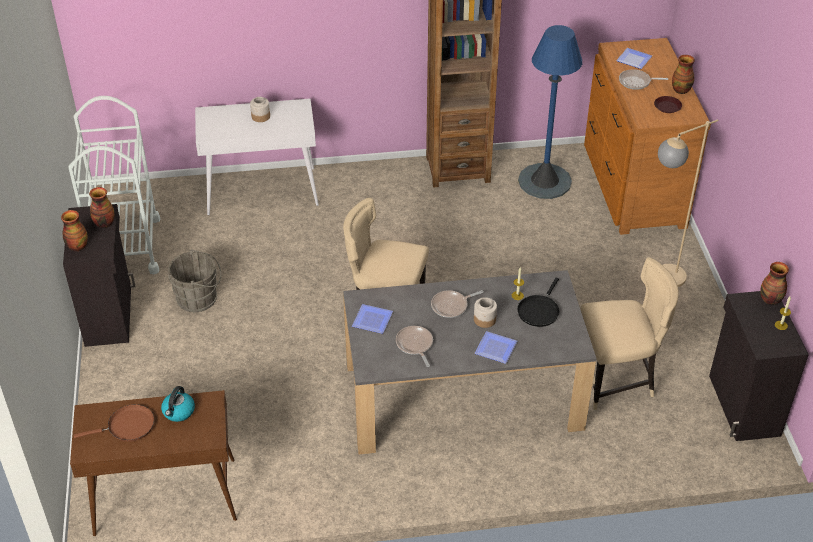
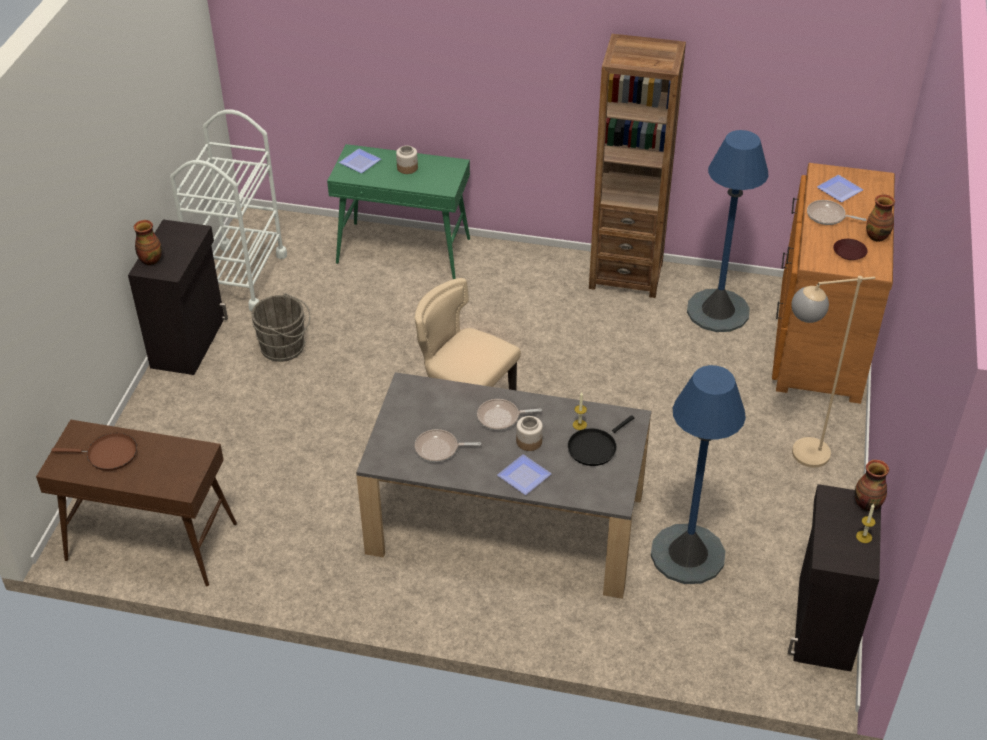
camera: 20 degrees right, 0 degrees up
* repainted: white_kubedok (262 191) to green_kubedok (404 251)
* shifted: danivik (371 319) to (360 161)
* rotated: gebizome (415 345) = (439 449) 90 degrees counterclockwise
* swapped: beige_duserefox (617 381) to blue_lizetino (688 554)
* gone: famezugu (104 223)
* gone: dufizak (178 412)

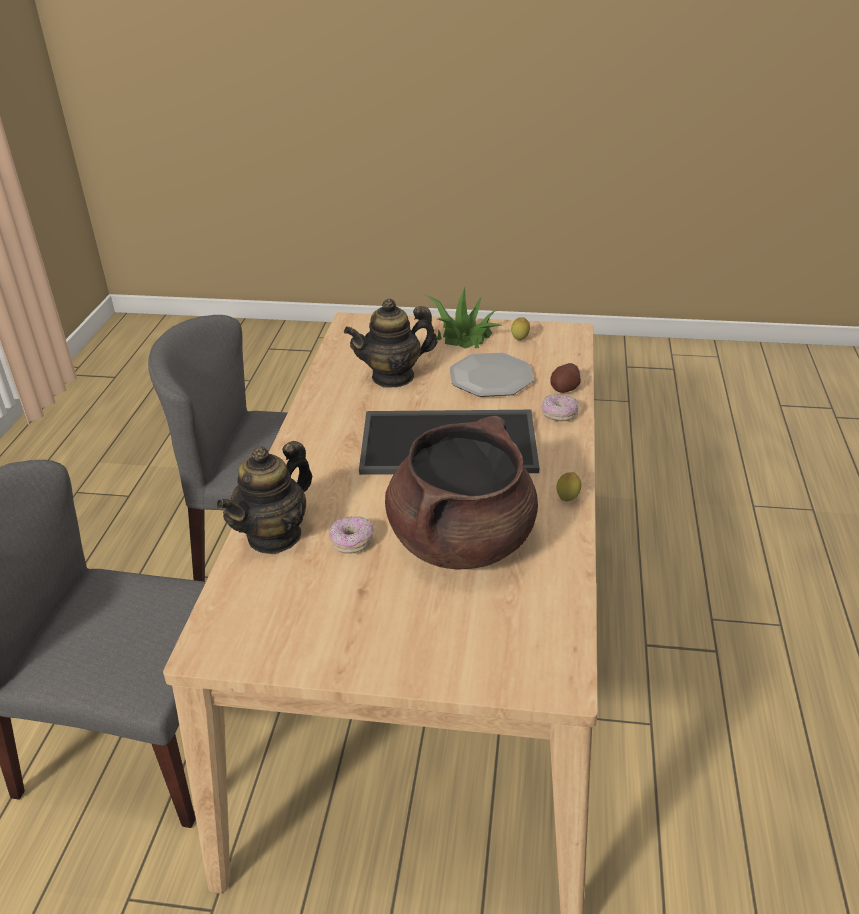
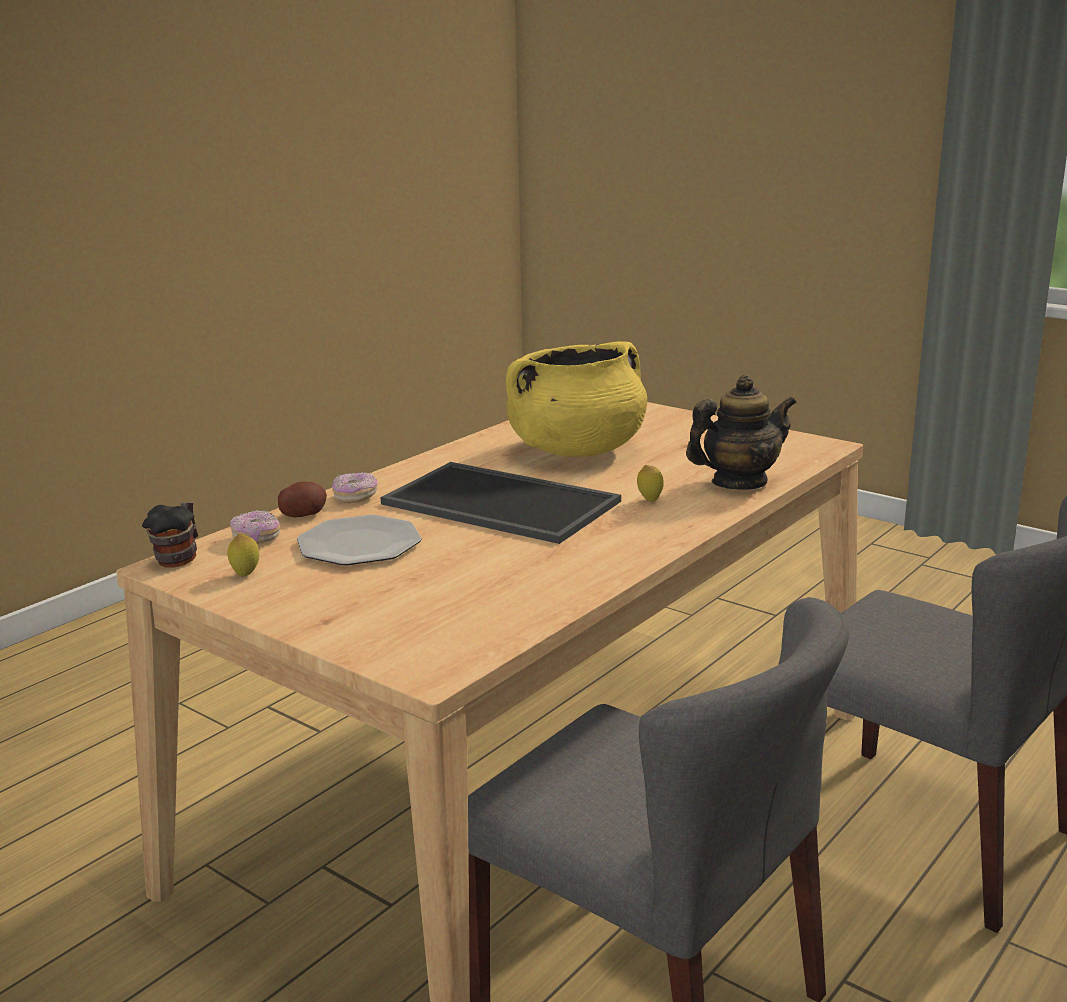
camera: 150 degrees left, 15 degrees down
* new: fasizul (179 557)
* shifted: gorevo (352 542) to (256 538)
* repainted: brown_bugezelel (461 540) to yellow_bugezelel (576 450)
* shifted: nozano (567 500) to (649 500)
* gone: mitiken (393 376)
* gone: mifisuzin (463 335)

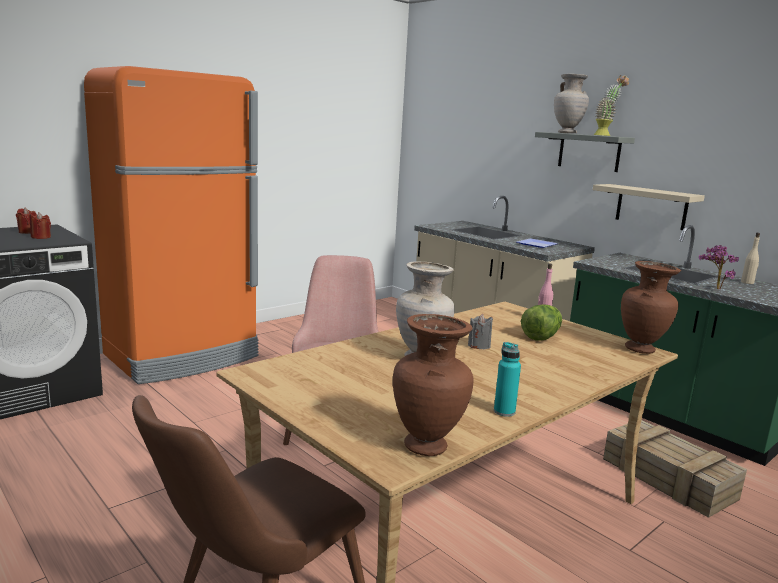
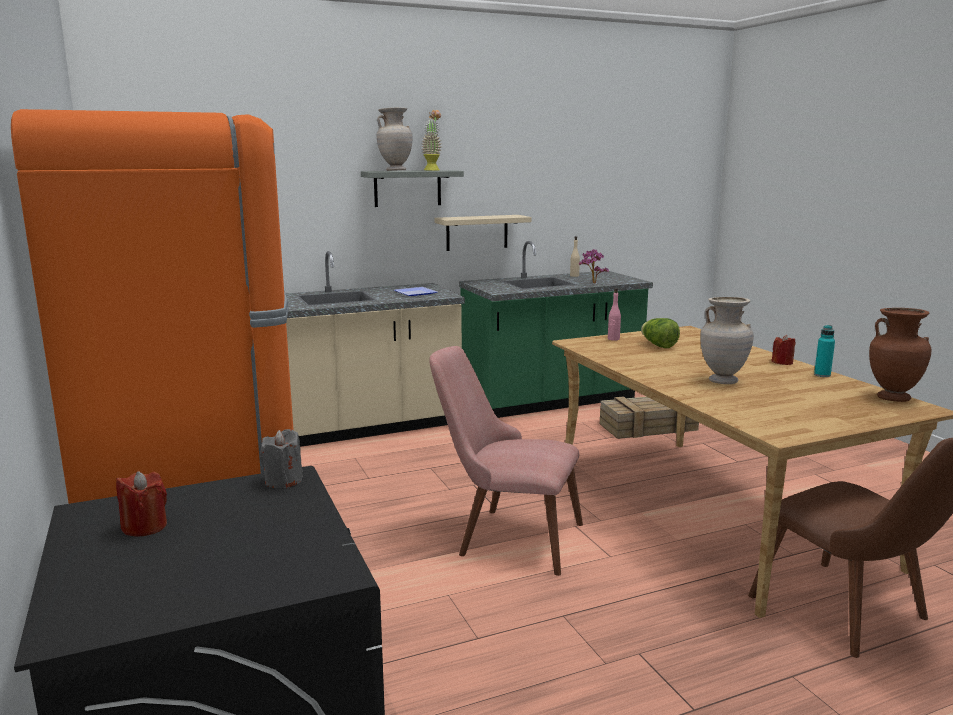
camera: 70 degrees left, 0 degrees up
* shifted: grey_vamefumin (479 346) to (283 481)
* shifted: red_vamefumin (41 237) to (782 362)
* gone: brown_famezugu (641 349)

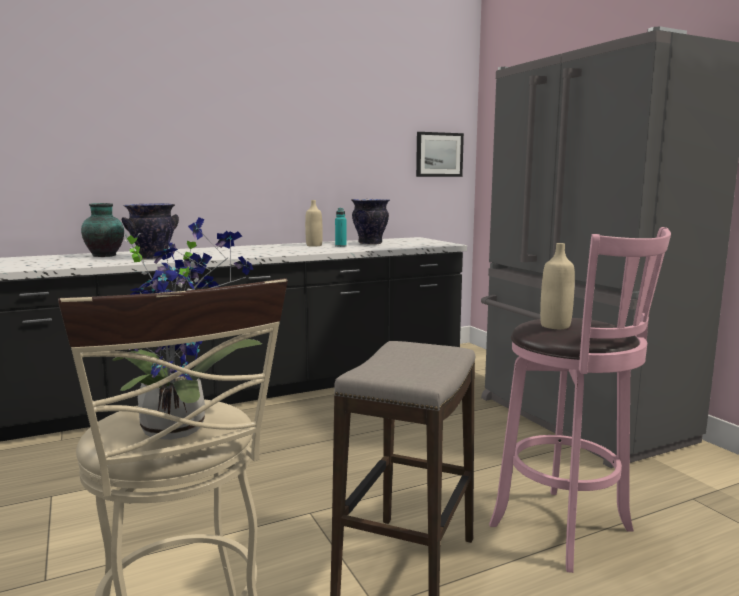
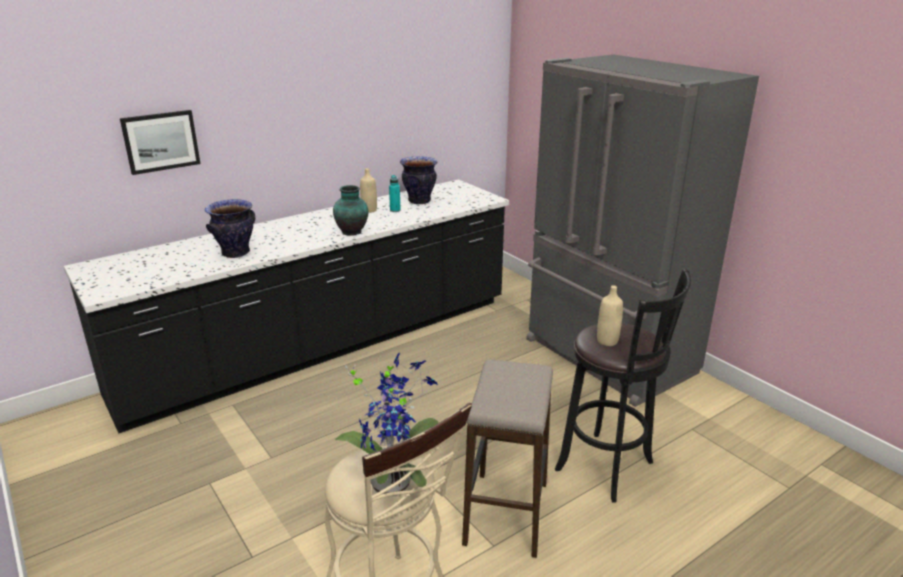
camera: 10 degrees left, 15 degrees up
* shifted: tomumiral (439 154) to (161 141)
* shifted: famezugu (106 255) to (352 232)
* repainted: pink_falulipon (567 531) to black_falulipon (609 468)

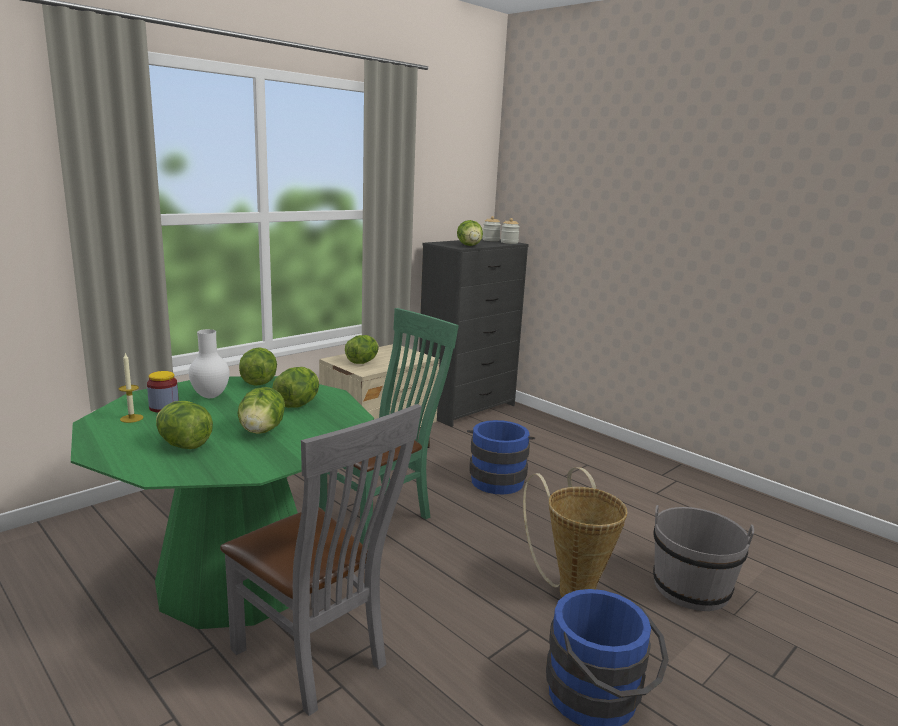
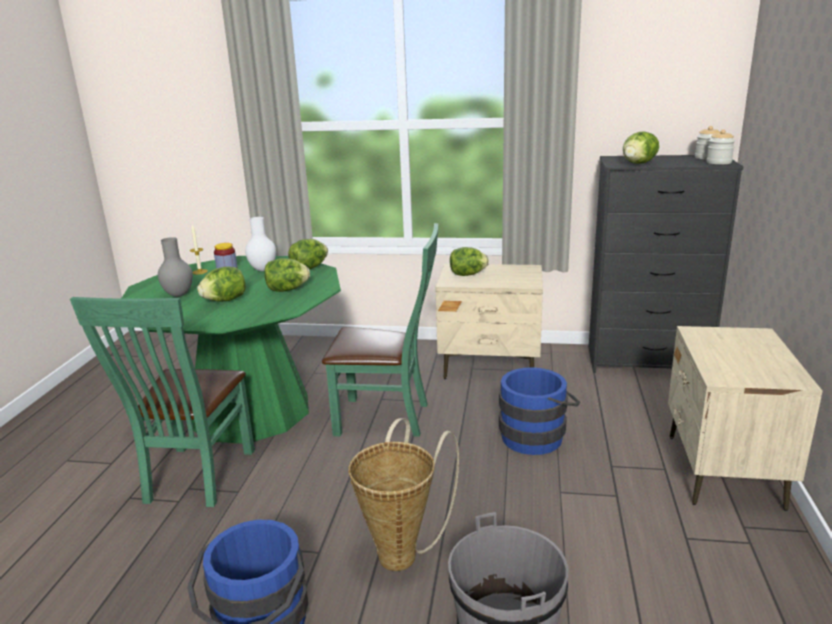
camera: 55 degrees right, 5 degrees up
* repainted: grey_duserefox (316 660) to green_duserefox (195 479)
* swapped: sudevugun (184 445) to grey_famezugu (178 295)
* new: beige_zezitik (722 471)

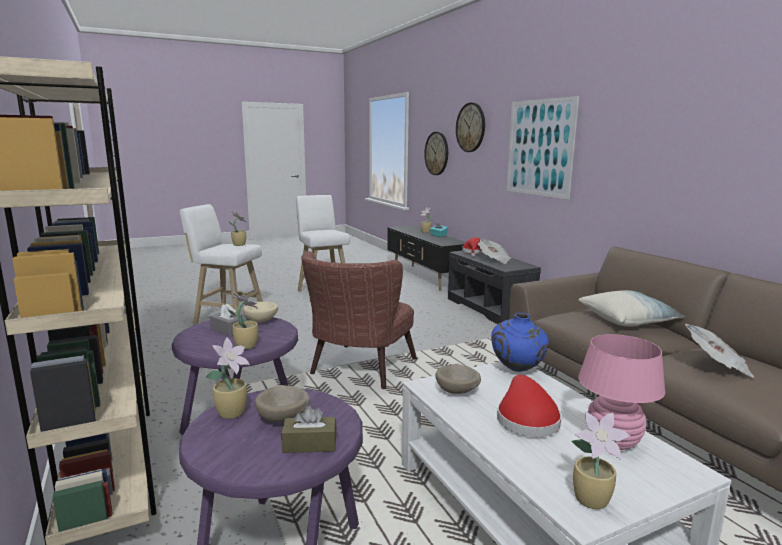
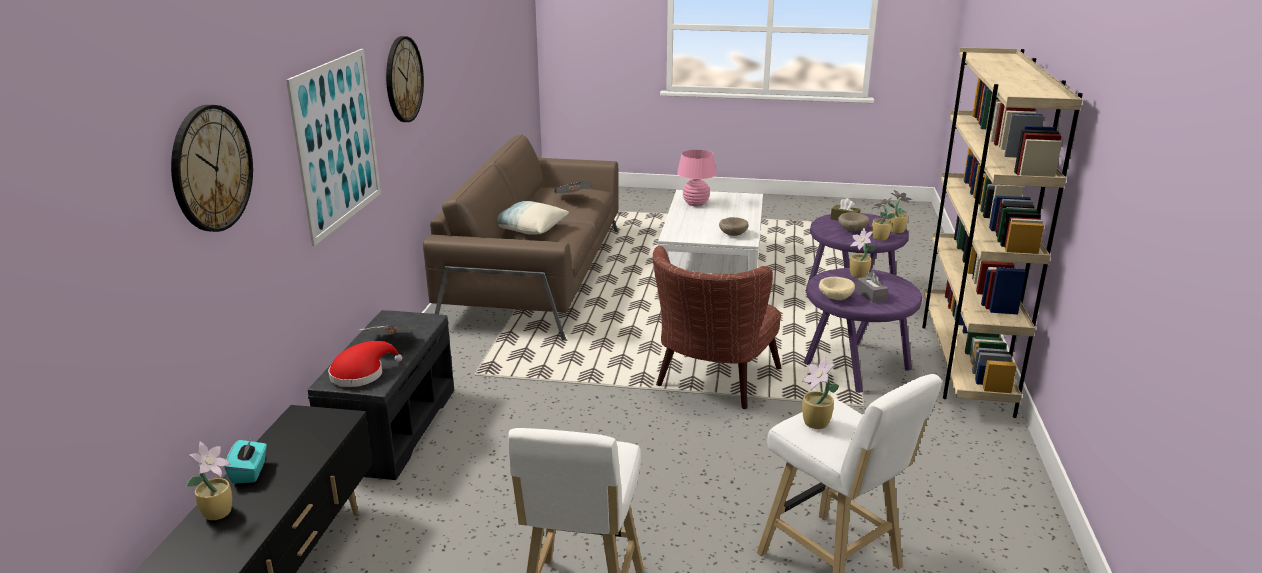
camera: 145 degrees left, 10 degrees up
* shifted: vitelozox (437 153) to (403 79)
* rotated: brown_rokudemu (357 371) = (711 383) 150 degrees clockwise
* shifted: mifisuzin (593 500) to (896 230)
* gone: blue_famezugu (517 370)
* gone: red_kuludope (526 419)

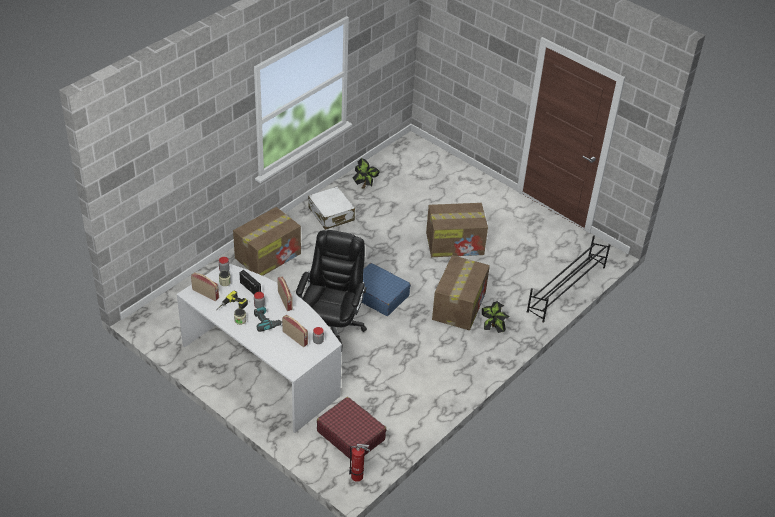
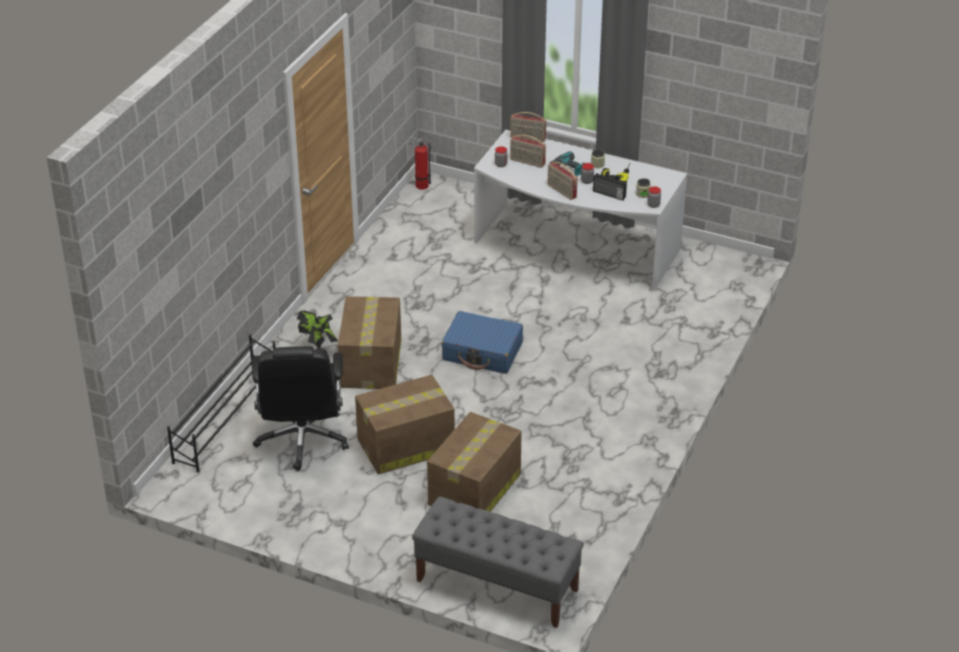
camera: 165 degrees right, 5 degrees down
* shifted: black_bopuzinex (332 327) to (302 439)
* new: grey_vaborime (496 585)
* shifted: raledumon (268 255) to (474 490)
* shifted: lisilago (206 293) to (527 139)
* gone: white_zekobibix (331 214)
* gone: red_zekobibix (351 435)
* gone: mifisuzin (365 185)

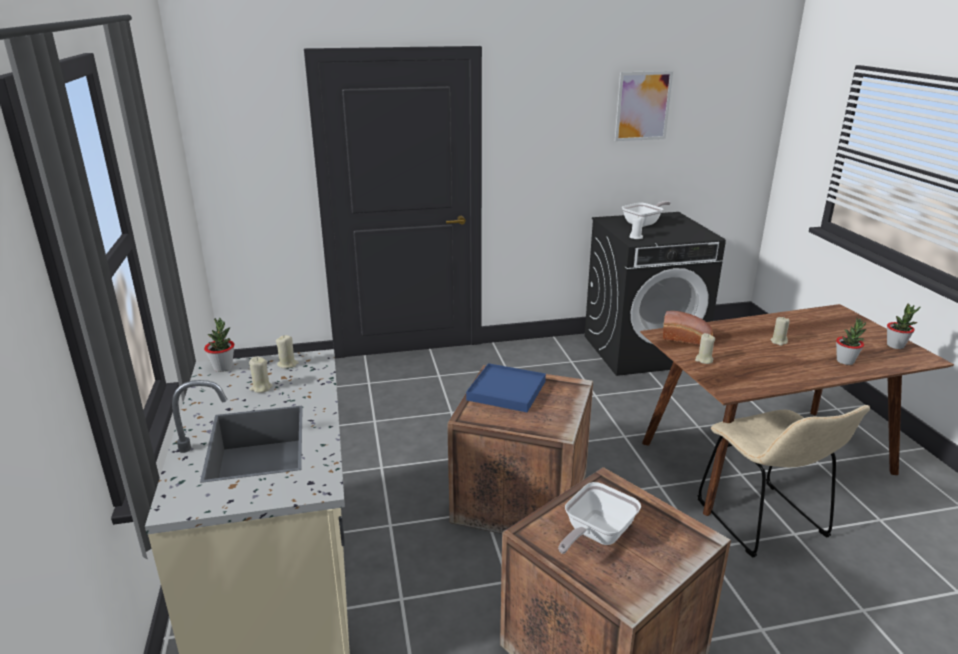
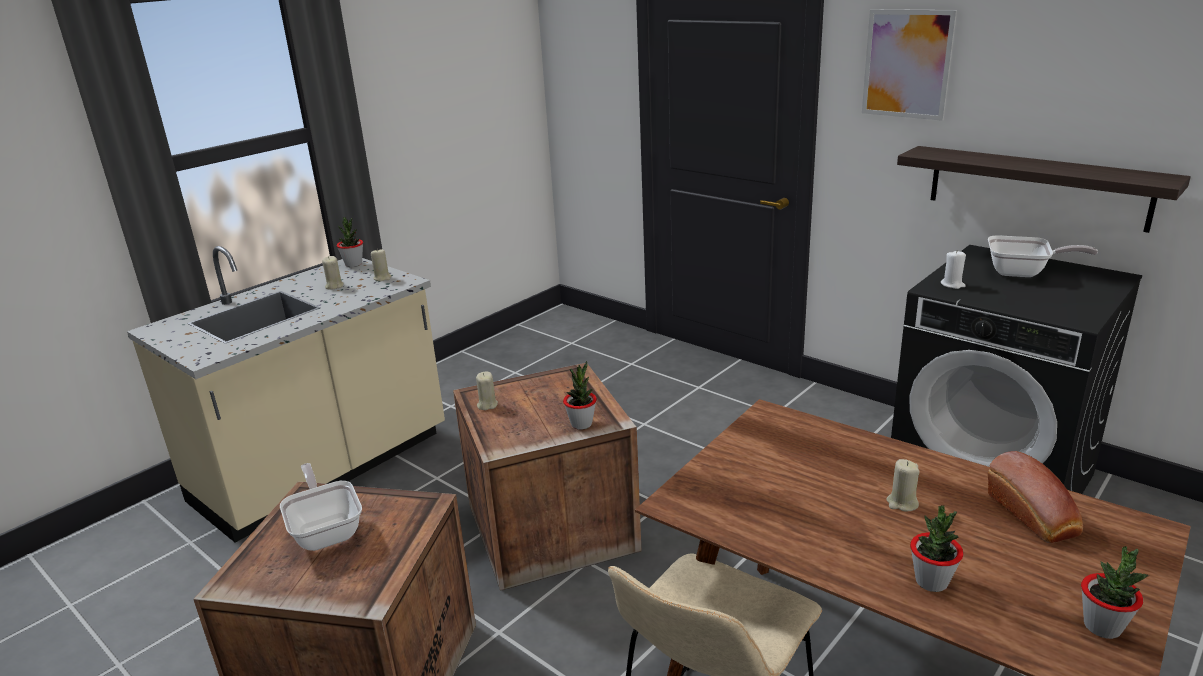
camera: 55 degrees right, 0 degrees up
* rotated: gebizome (595 535) = (326 530) 60 degrees clockwise
* shifted: beige_vamefumin (704 360) to (487 405)
* new: mifisuzin (581 424)
* shifted: tomumiral (643 106) to (907 64)
* new: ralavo (1036 187)
* shifted: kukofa (687 339) to (1034 516)
* gone: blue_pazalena (506 390)

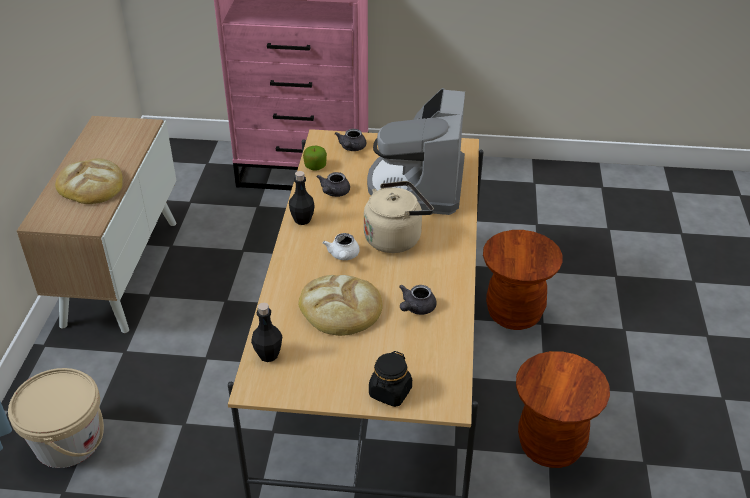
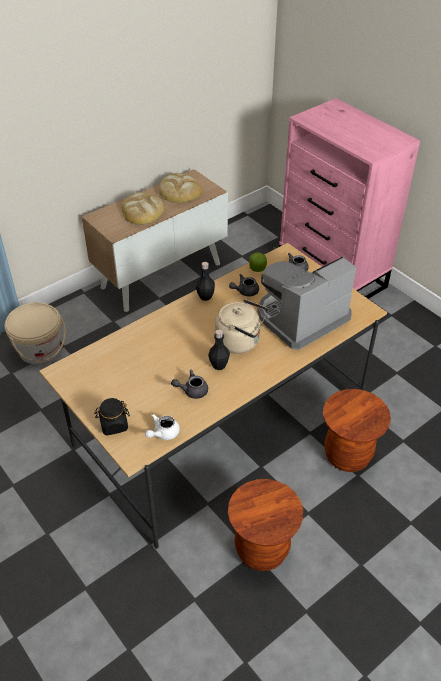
camera: 45 degrees right, 5 degrees up
* shifted: white_mitiken (343 256) to (163 433)
* shifted: kukofa (340 308) to (179 191)
* shifted: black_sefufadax (268 355) to (219 365)

